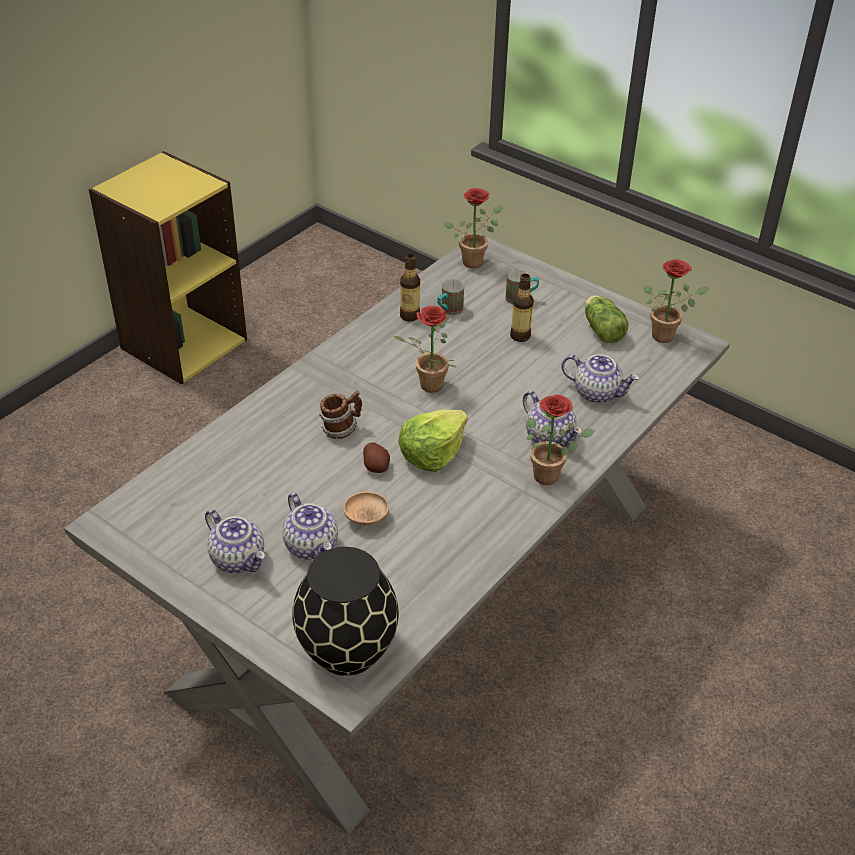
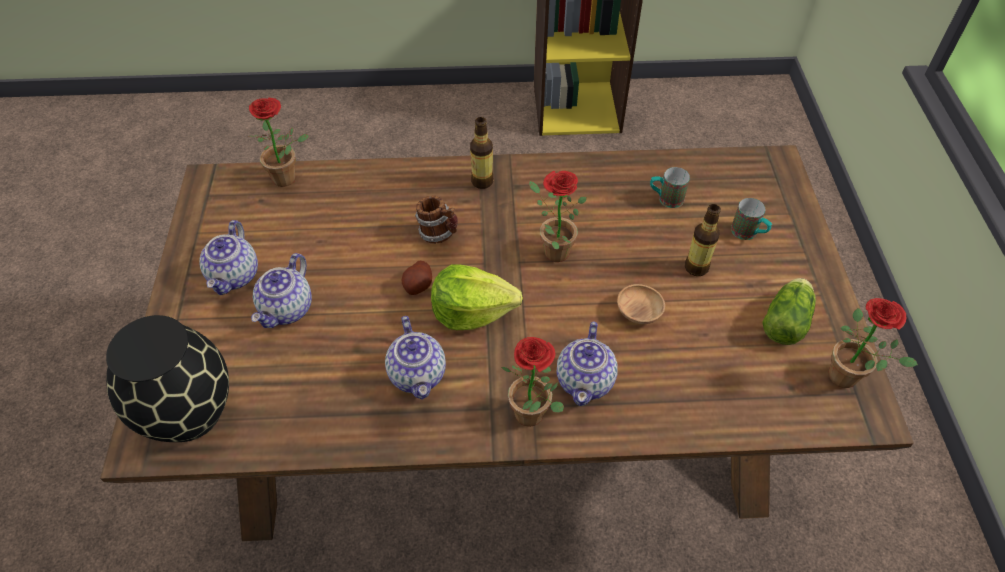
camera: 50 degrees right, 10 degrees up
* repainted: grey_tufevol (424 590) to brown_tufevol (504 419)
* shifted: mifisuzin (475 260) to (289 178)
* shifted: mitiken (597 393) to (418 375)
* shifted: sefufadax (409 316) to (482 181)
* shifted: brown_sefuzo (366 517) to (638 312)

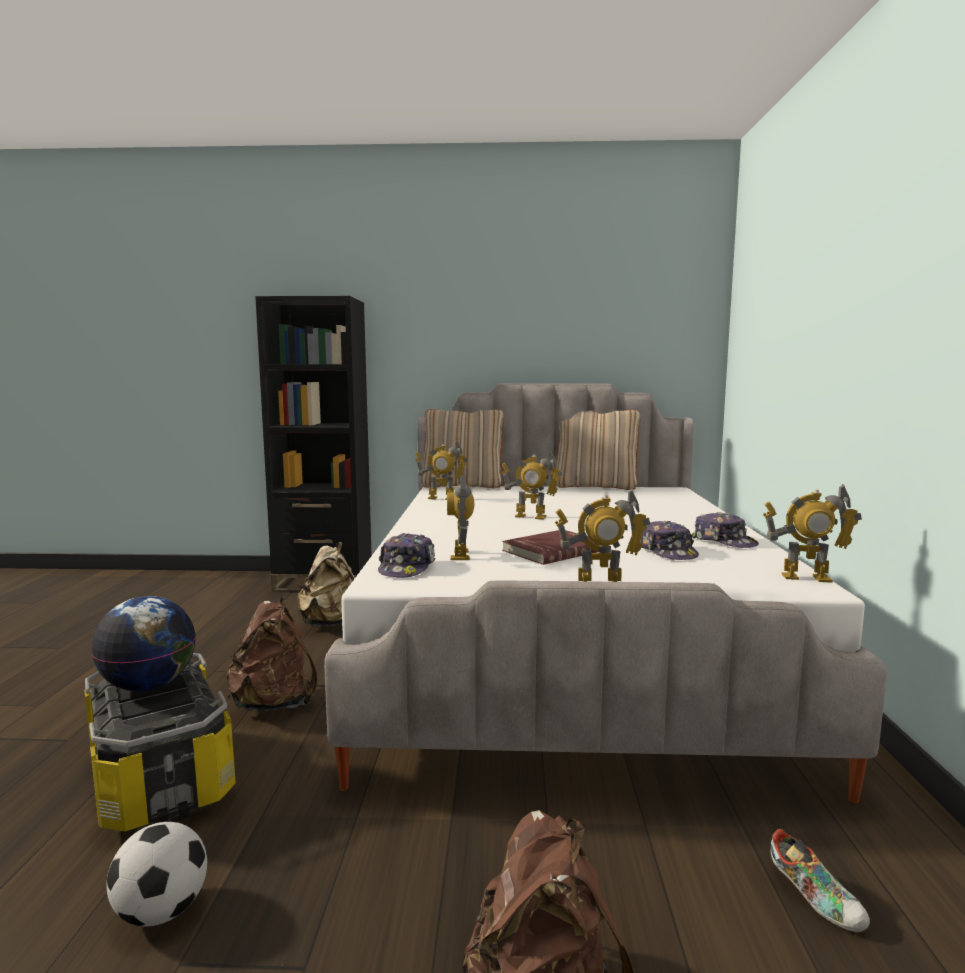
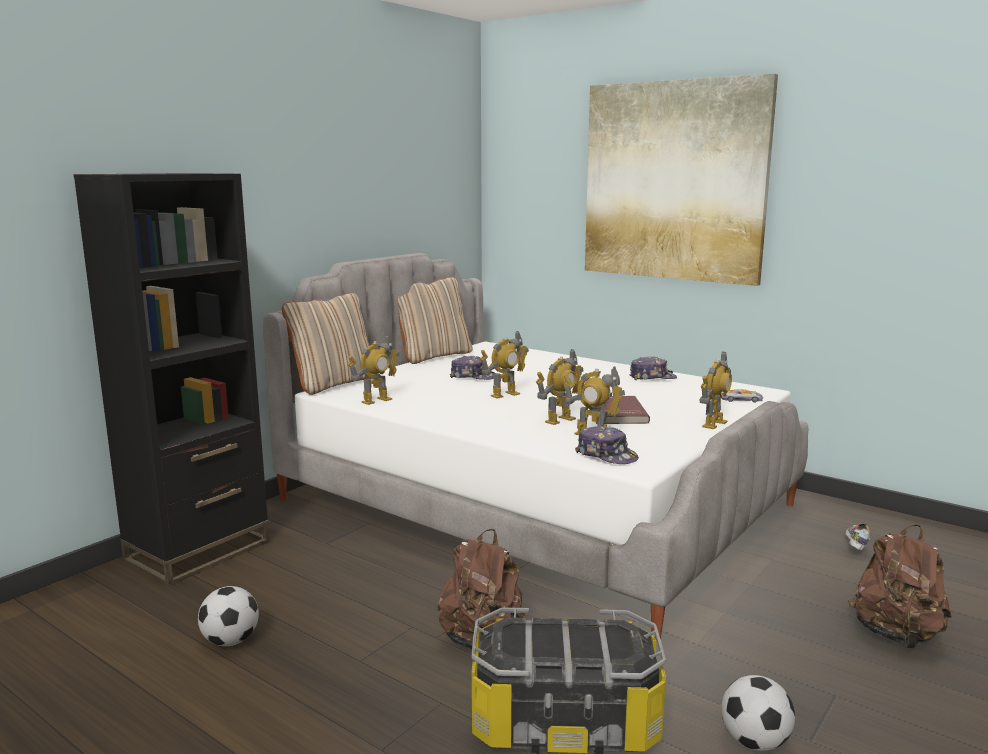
camera: 55 degrees left, 5 degrees up
* new: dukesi (231 641)
* shifted: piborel (667 552) to (473 377)
* shifted: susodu (806 577) to (559 420)
* new: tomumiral (674 181)
* new: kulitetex (740 399)
* rotated: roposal (815 900) = (855 546) 75 degrees counterclockwise
* gone: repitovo (149 685)
* gone: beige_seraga (331 623)

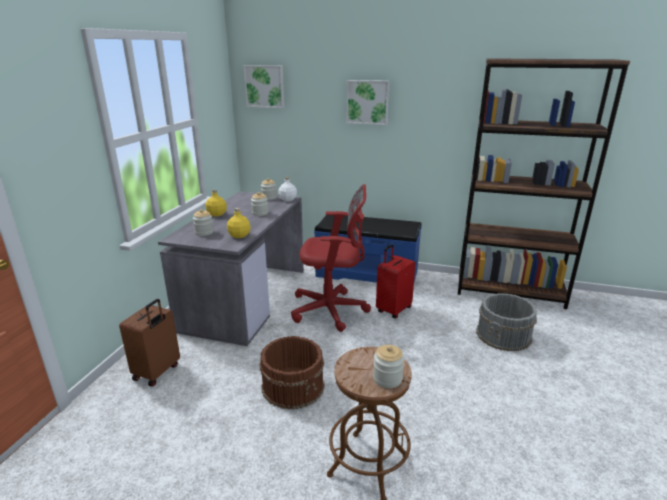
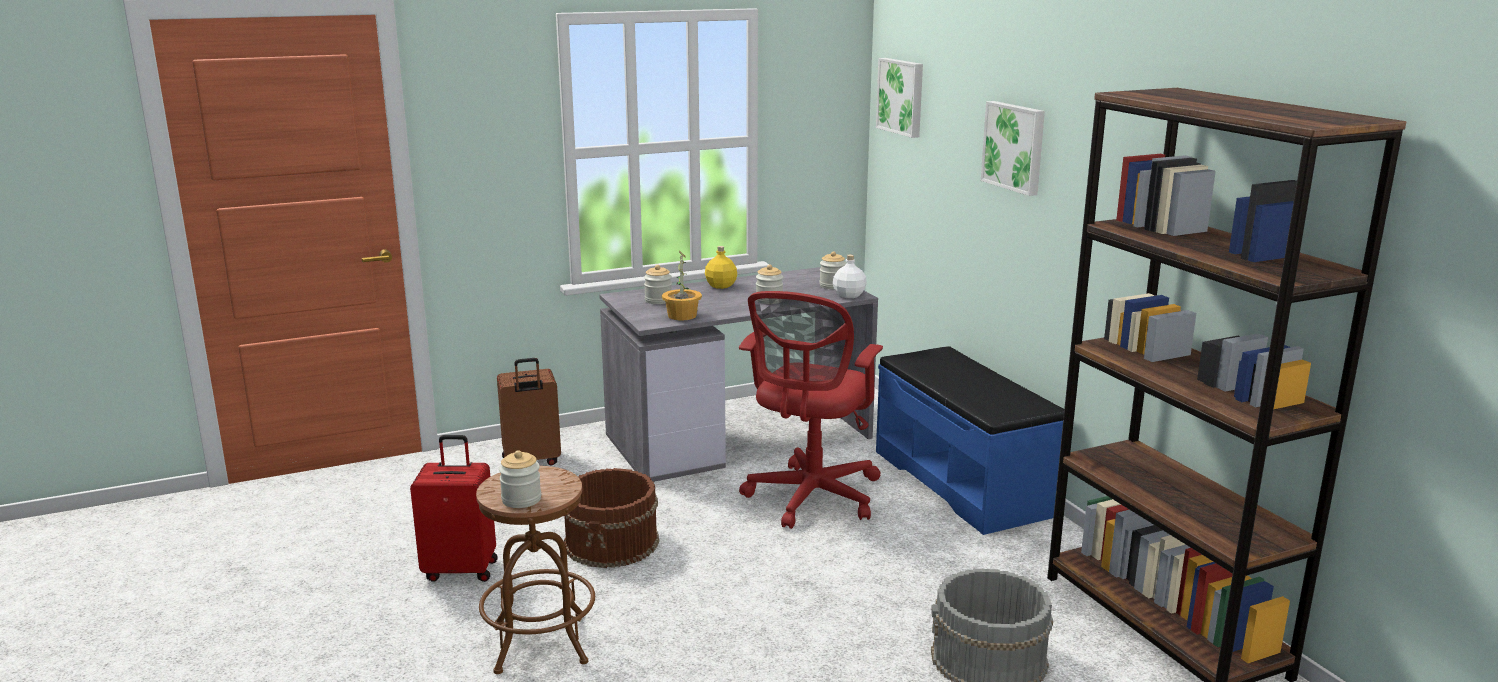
camera: 50 degrees right, 5 degrees down
* shifted: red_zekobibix (393 310) to (461 569)
* swapped: yellow_sefufadax (239 235) to mifisuzin (681 316)
* rotated: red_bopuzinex (332 310) = (810 499) 60 degrees clockwise

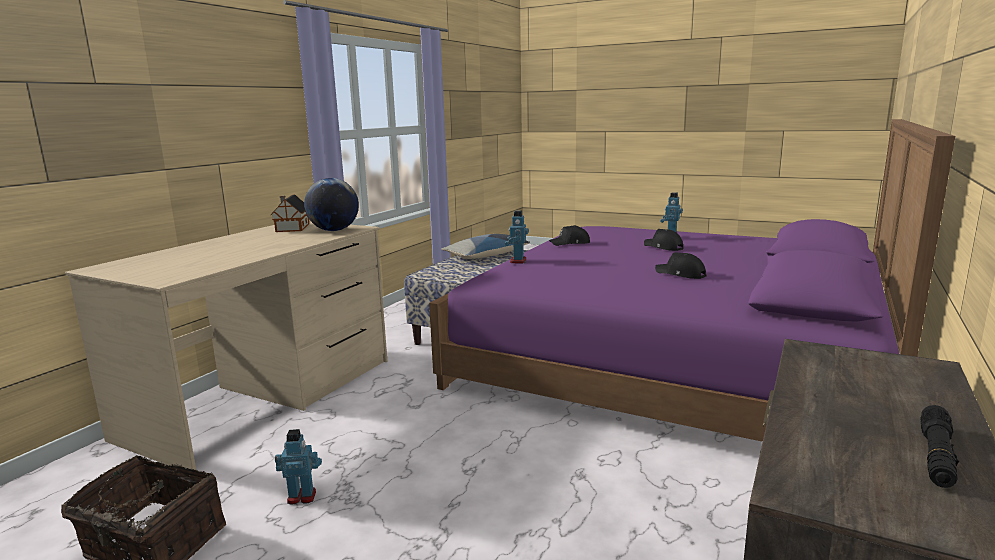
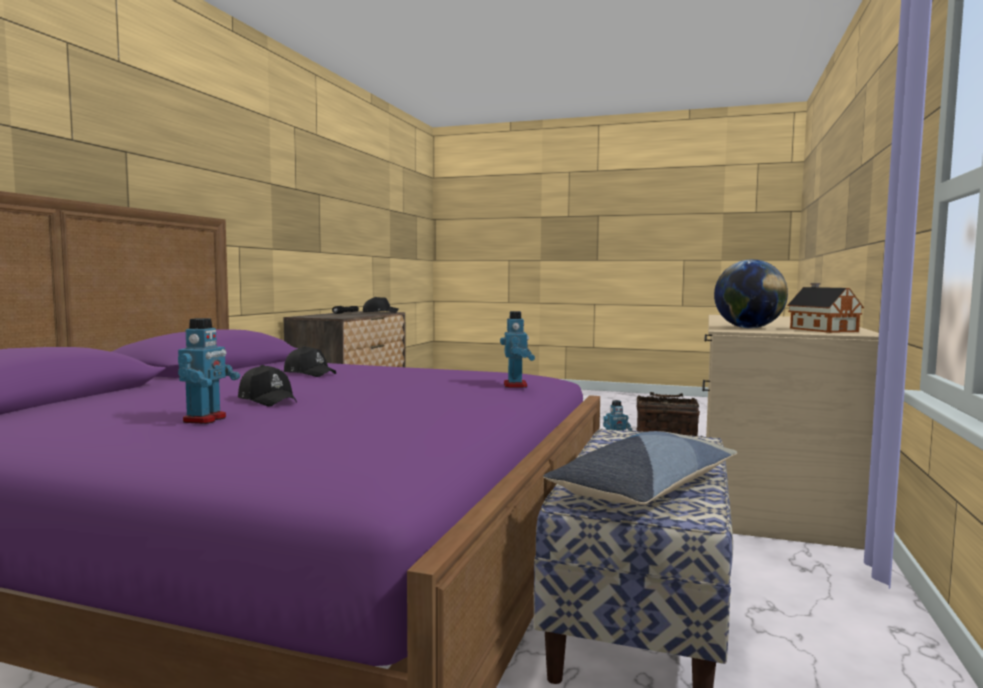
camera: 170 degrees right, 10 degrees down
* shifted: black_piborel (570 243) to (379 312)

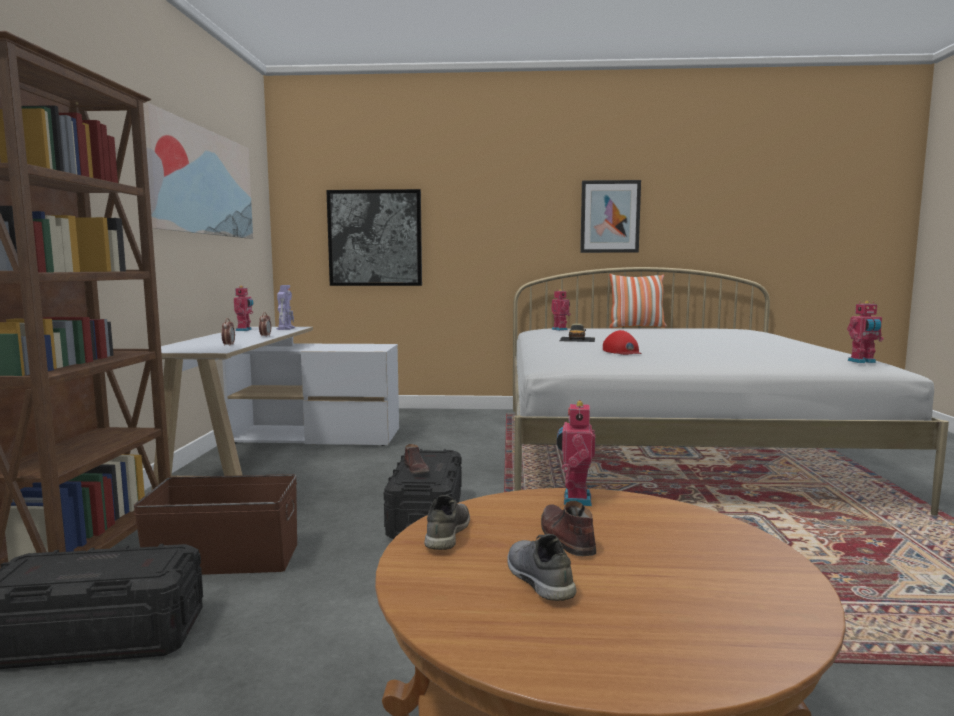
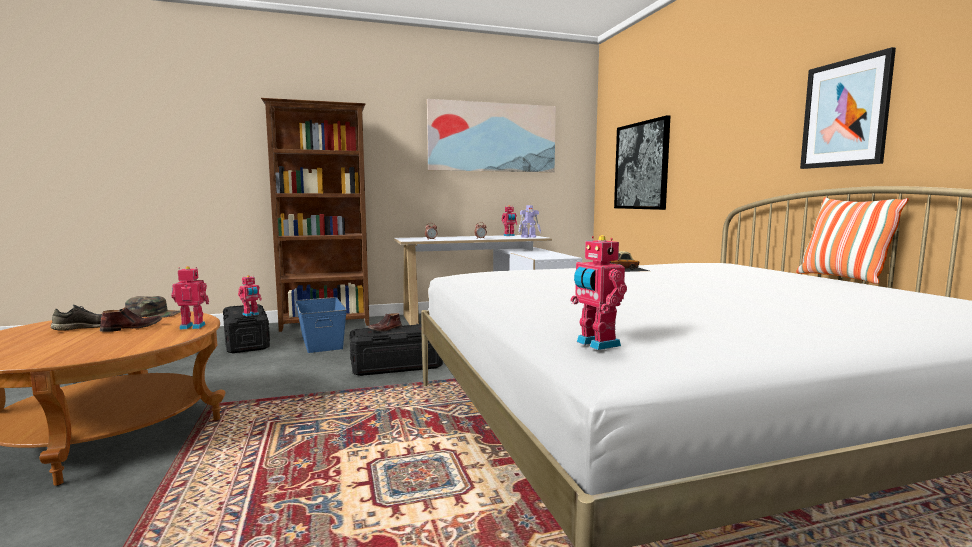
camera: 70 degrees right, 0 degrees up
* swapped: grey_roposal (446 534) to green_piborel (155 314)
* shifted: susodu (560 329) to (251 314)
* repainted: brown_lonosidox (224 559) to blue_lonosidox (322 341)
* gone: red_piborel (622 352)

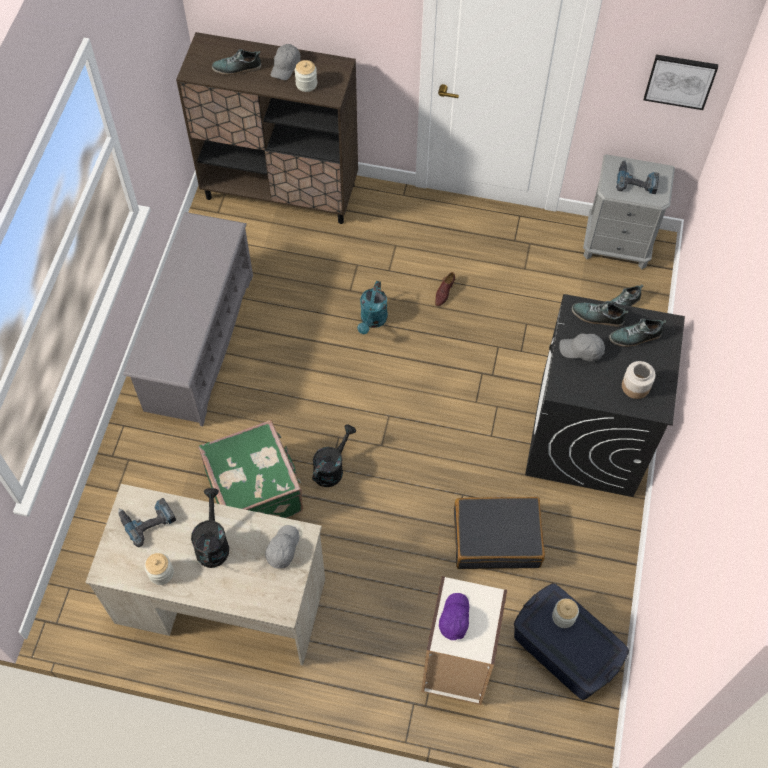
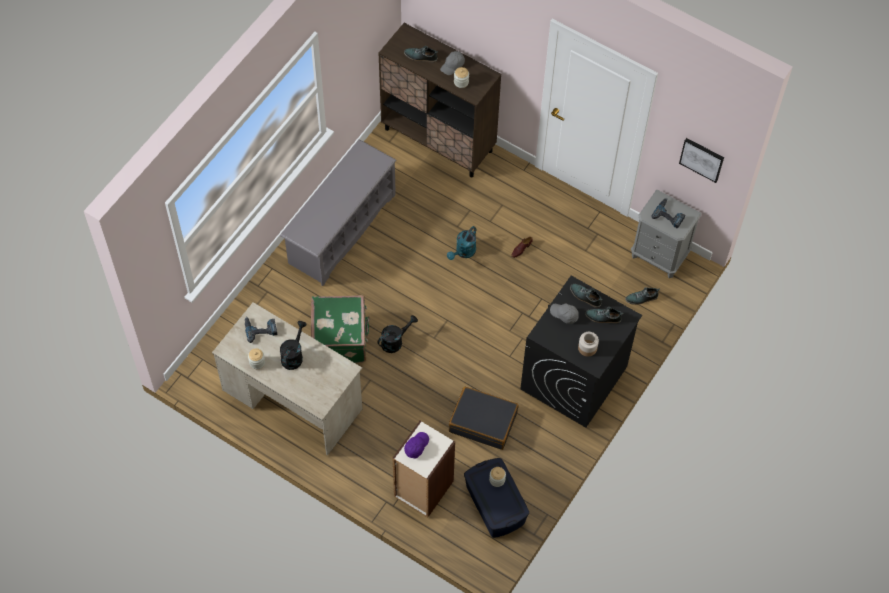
camera: 20 degrees right, 0 degrees up
* gone: grey_piborel (282 549)

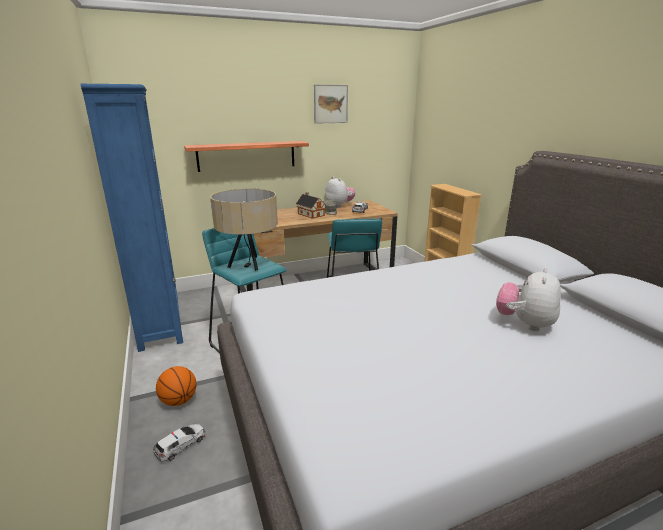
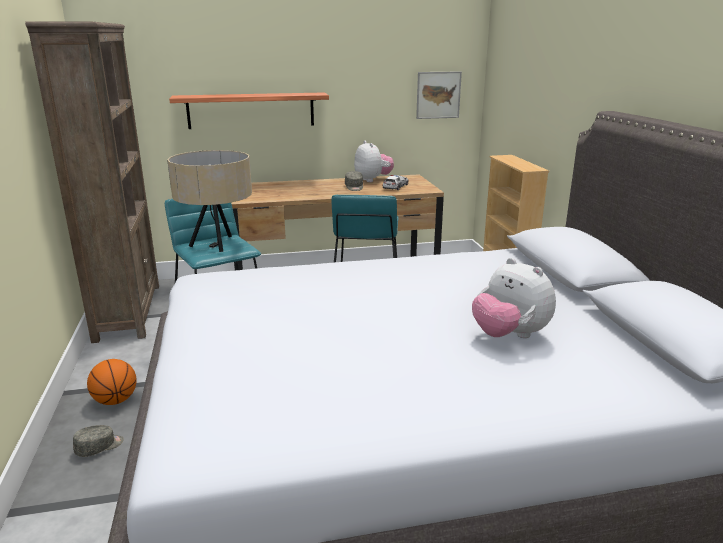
camera: 10 degrees right, 0 degrees up
* repainted: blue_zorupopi (160 321) to brown_zorupopi (128 311)
* swapped: kulitetex (181 445) to grey_piborel (99 447)
* shifted: tomumiral (330 104) to (438 95)
* rotated: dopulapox (524 324) = (509 335) 75 degrees counterclockwise
* gone: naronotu (310 214)

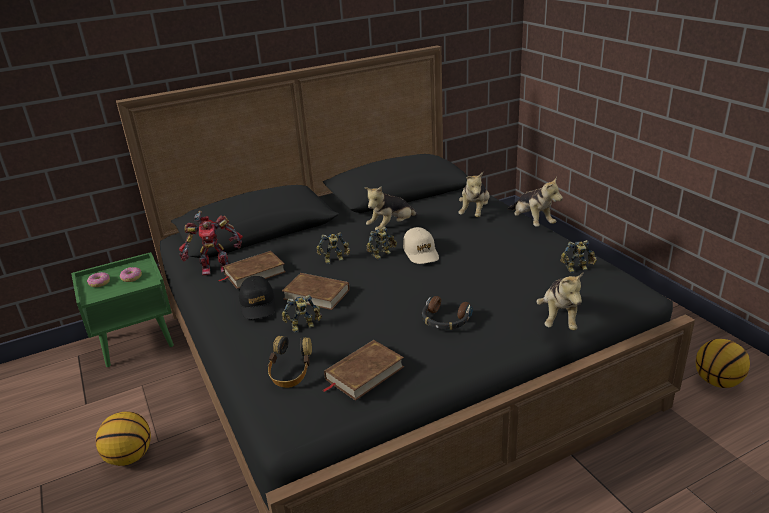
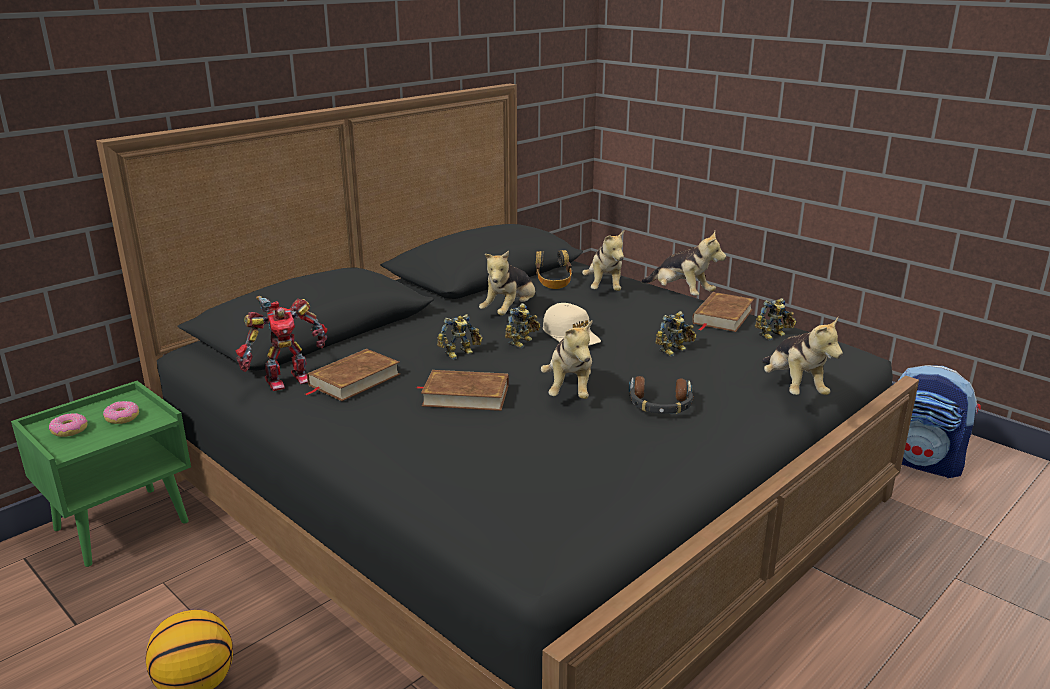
camera: 20 degrees left, 5 degrees down
* shifted: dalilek (291 374) to (553 282)
* new: dopulapox (569 390)
* shifted: susodu (303 327) to (675 351)
* shifted: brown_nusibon (364 373) to (722 316)
* swapped: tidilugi (717 381) to seraga (922 462)
* gone: black_piborel (258 304)

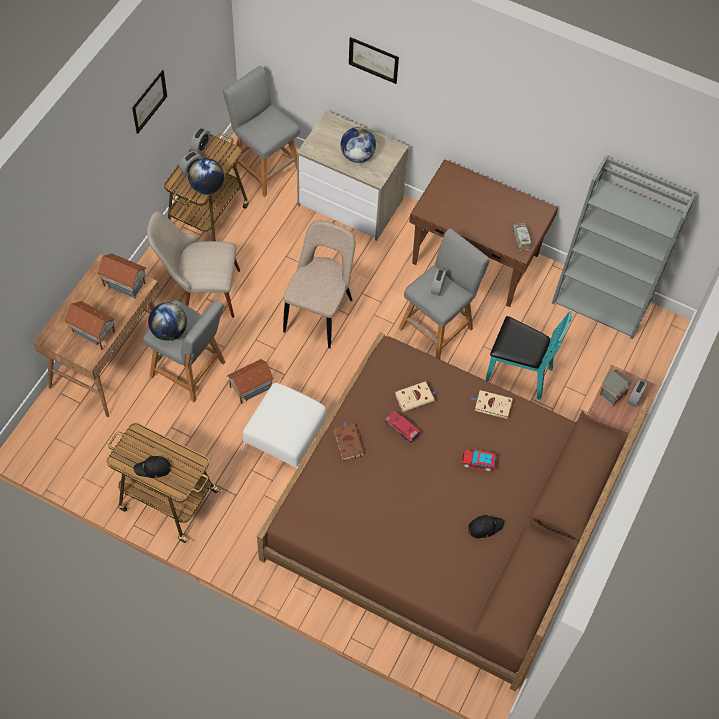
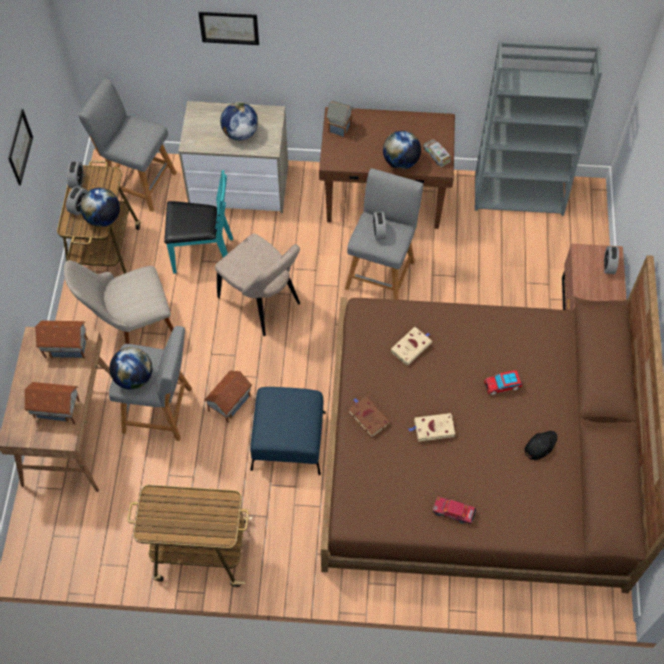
camera: 20 degrees left, 0 degrees up
* shifted: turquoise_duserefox (518 373) to (202 254)
* rotated: beige_duserefox (320 313) = (262 303) 135 degrees clockwise
* repainted: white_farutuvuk (284 439) to blue_farutuvuk (288 441)
* shifted: naronotu (611 394) to (339 128)
* new: repitovo (401 162)
* shifted: beige_nusibon (492 405) to (433 428)
* shifted: kulitetex (402 428) to (453 512)
* gone: black_piborel (153 469)

